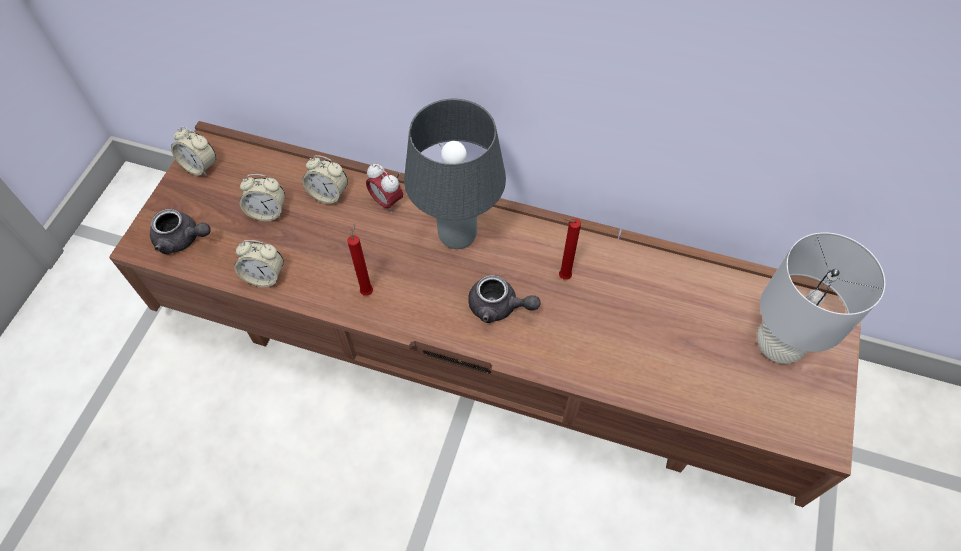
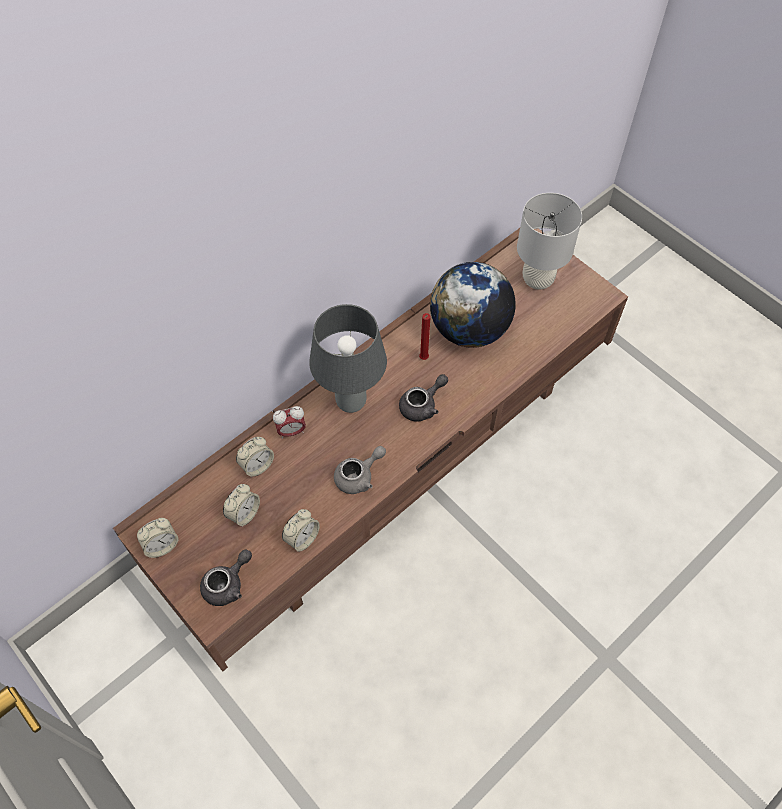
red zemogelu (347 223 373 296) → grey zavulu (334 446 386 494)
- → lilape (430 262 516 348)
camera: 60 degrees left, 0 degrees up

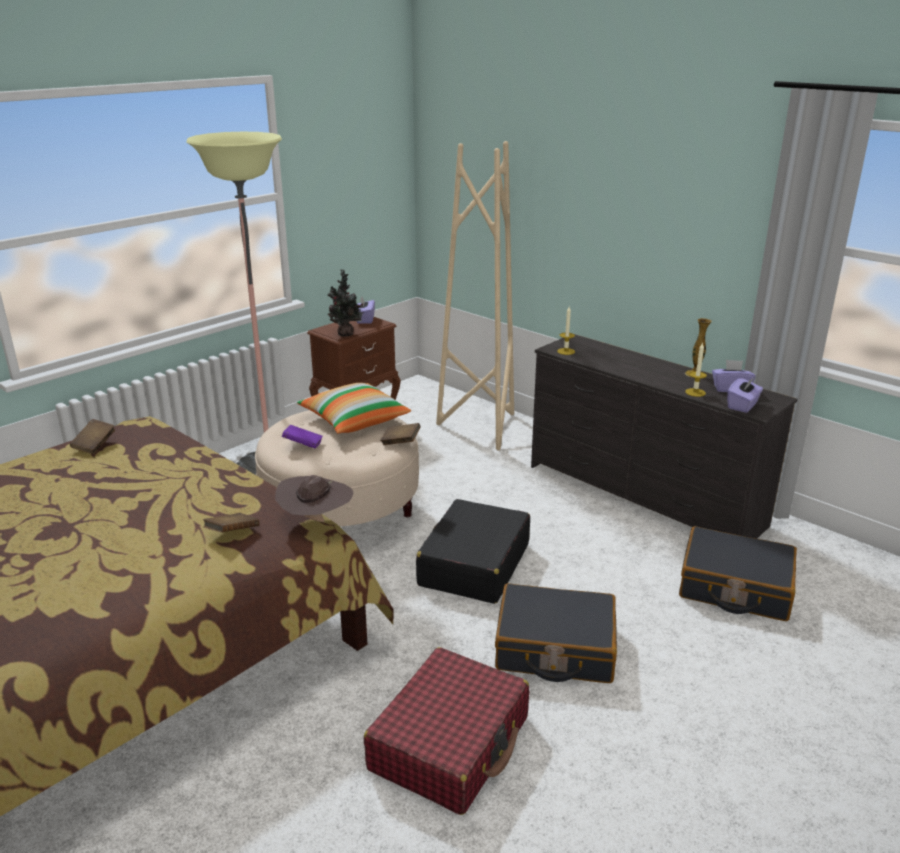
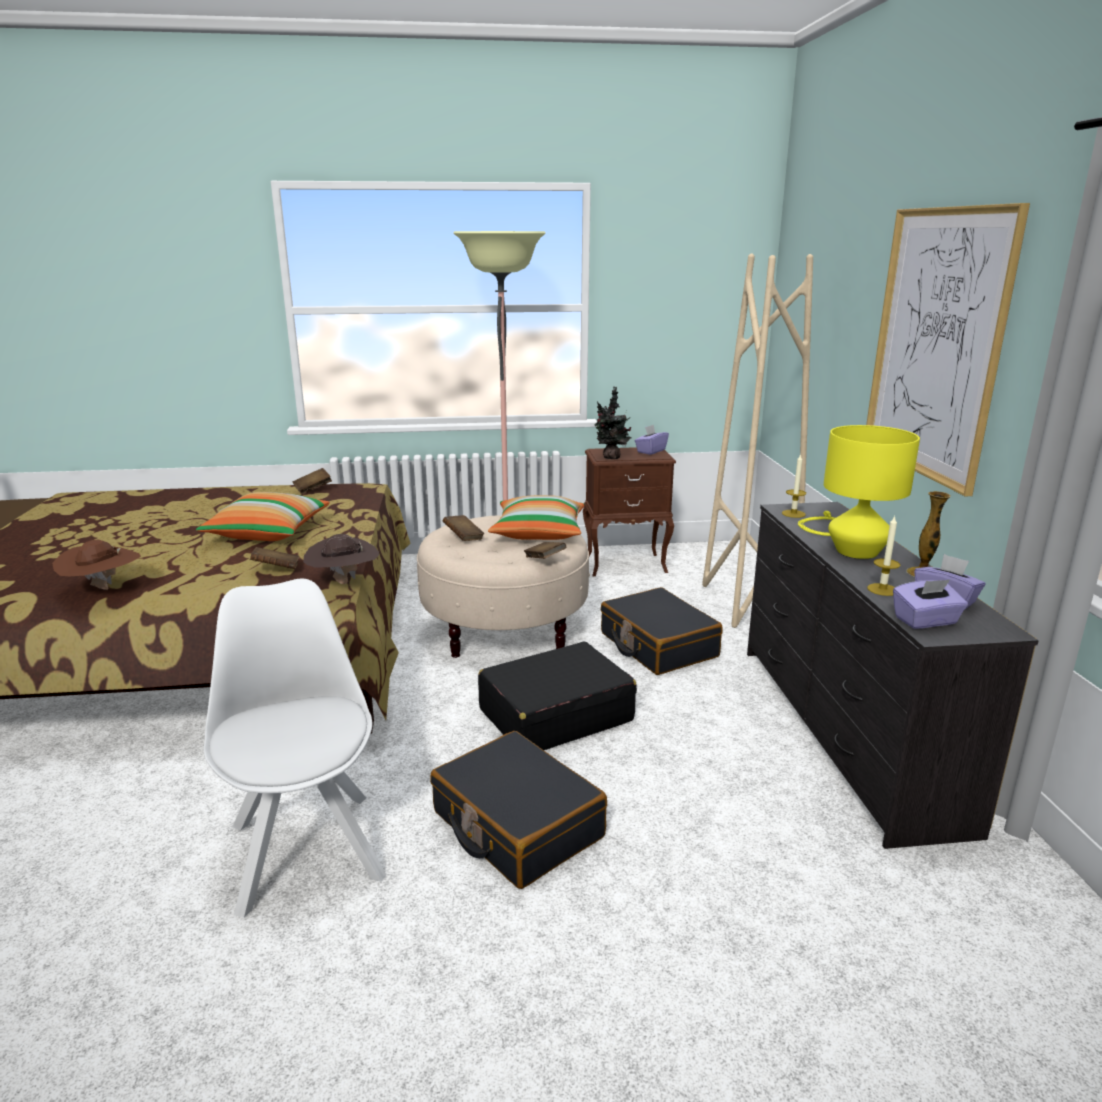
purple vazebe (282 425 323 448) → brown vazebe (443 515 484 541)
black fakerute (679 526 797 621) → black fakerute (601 587 723 675), shifted
red fakerute (364 647 529 815) → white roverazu (204 579 386 918)
- → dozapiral (866 203 1030 496)
- → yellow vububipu (798 425 920 559)
- → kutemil (196 492 330 541)
- → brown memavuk (52 539 141 590)
camera: 40 degrees right, 5 degrees down

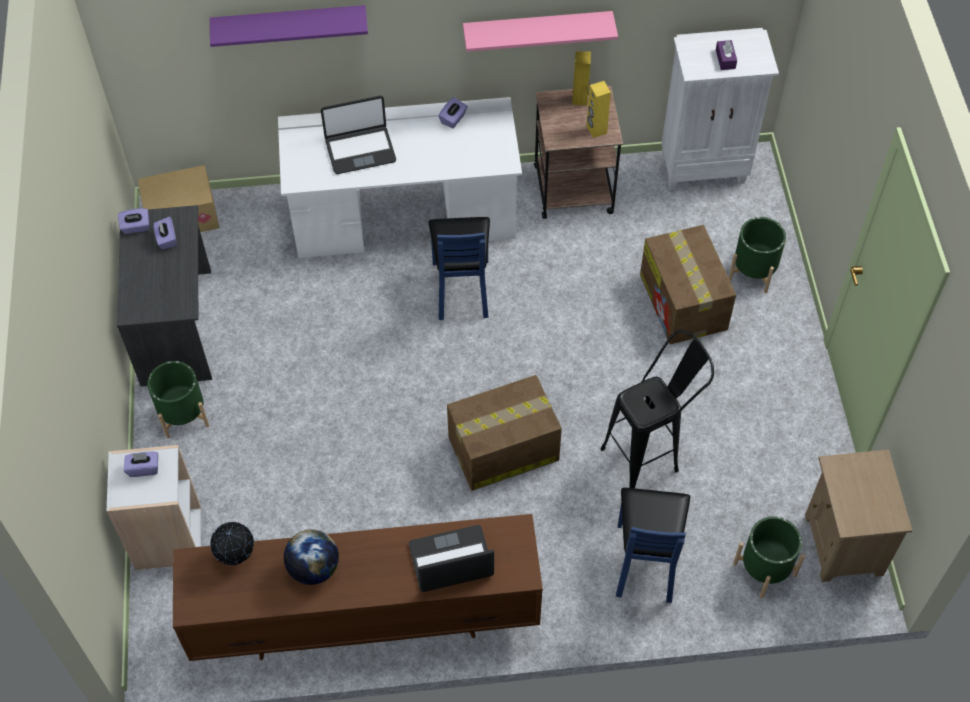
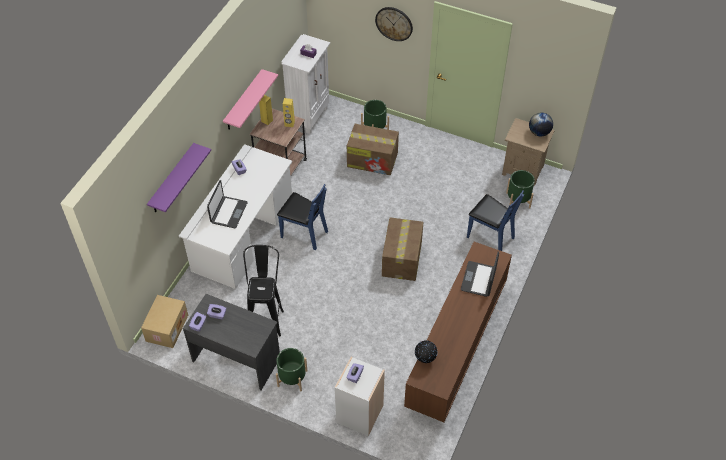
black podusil (601 330 714 488) → black podusil (243 245 284 337), shifted
lilape (284 529 339 585) → lilape (529 113 553 136), shifted
- → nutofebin (375 7 413 41)
camera: 60 degrees left, 5 degrees down

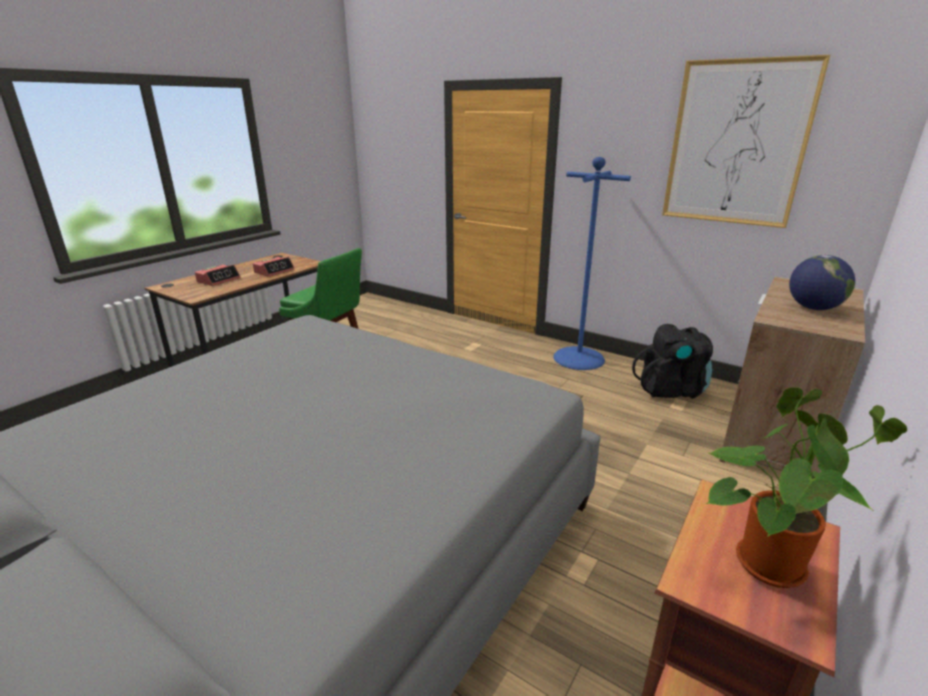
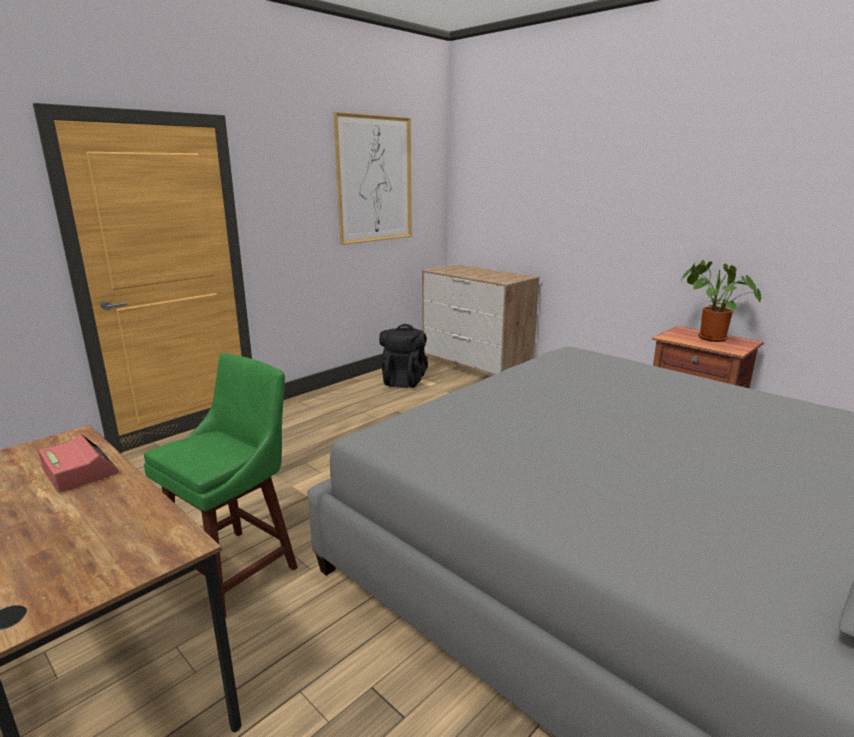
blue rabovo (553 157 631 370) → -
lilape (789 255 855 310) → -
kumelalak (195 265 240 286) → -
camera: 80 degrees left, 5 degrees down

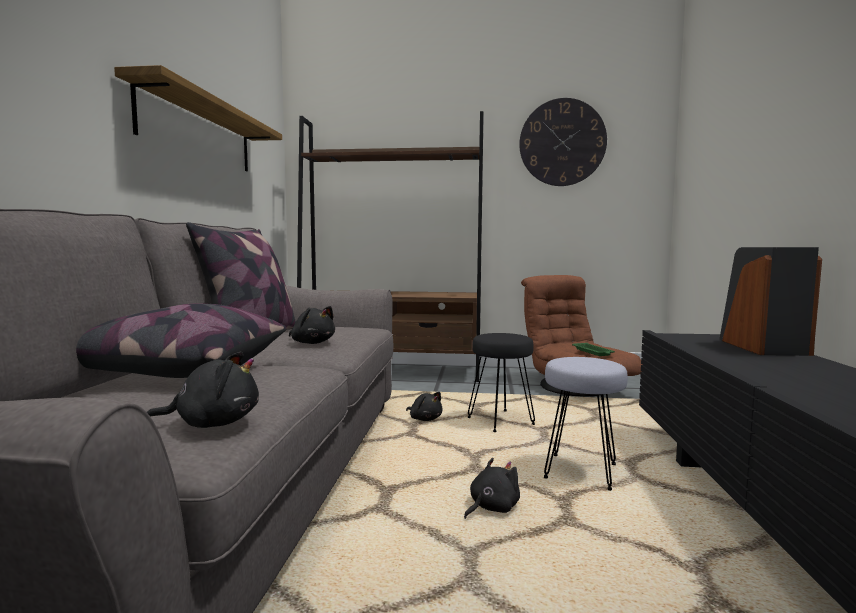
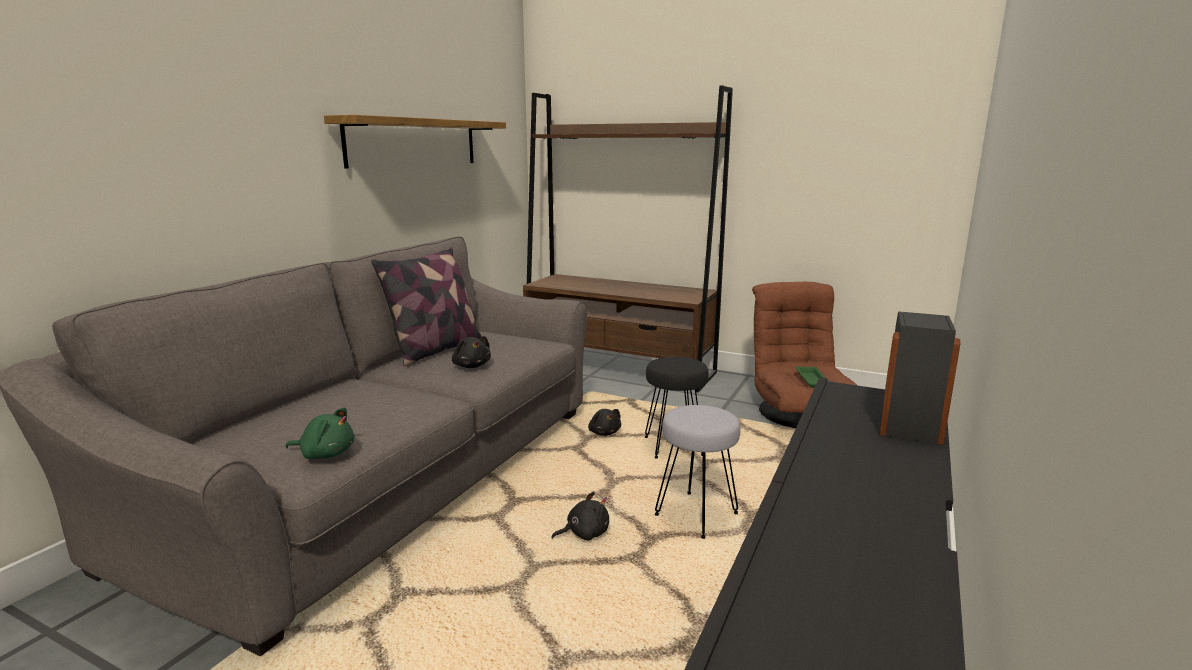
nutofebin (519 98 607 186) → -
kutemil (76 303 286 378) → -
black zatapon (147 351 259 428) → green zatapon (285 407 354 459)
camera: 20 degrees right, 10 degrees up

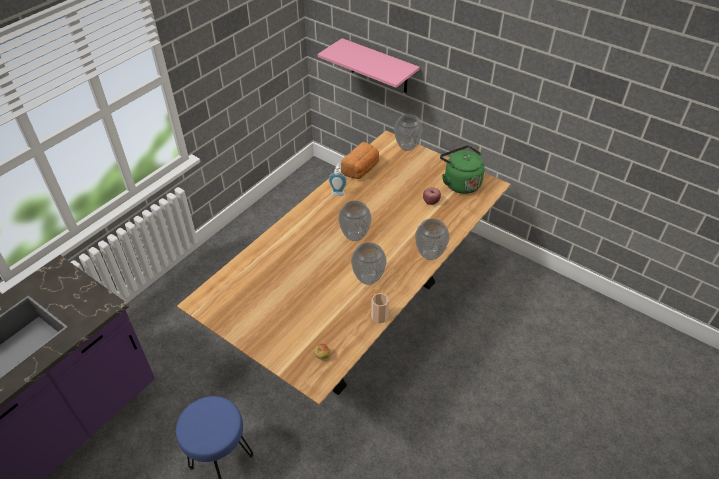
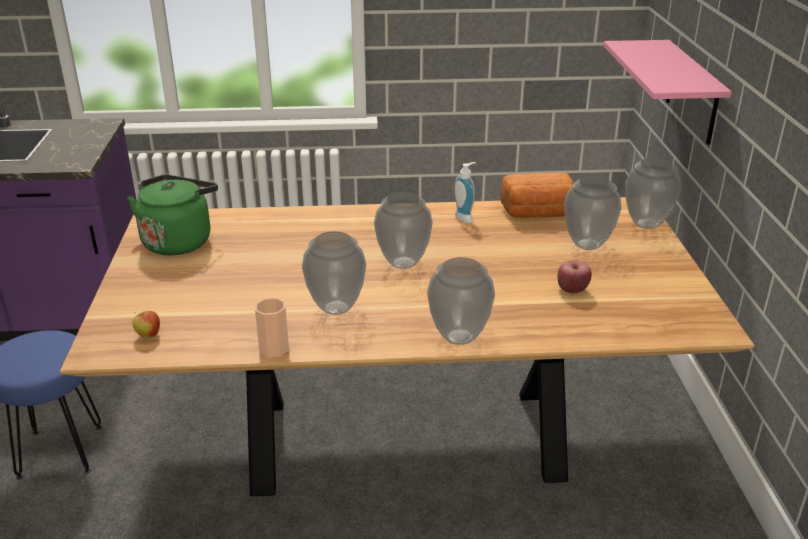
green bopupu (440 145 485 194) → green bopupu (127 175 218 255), shifted
- → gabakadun (564 176 622 250)
camera: 50 degrees right, 15 degrees down

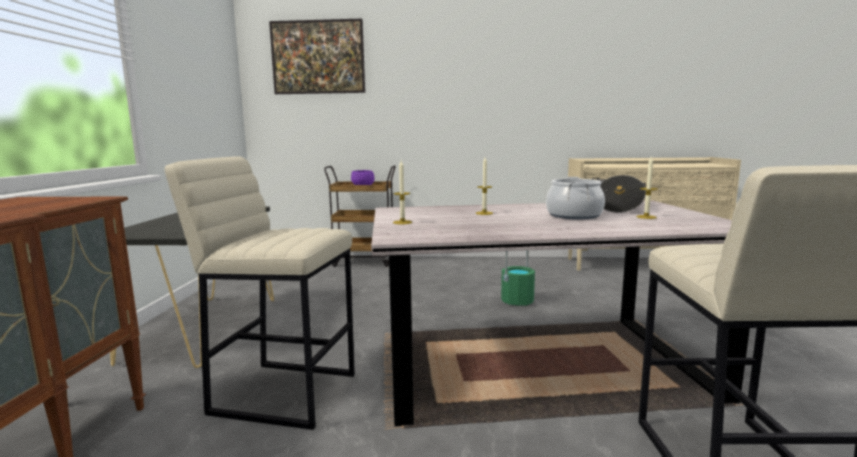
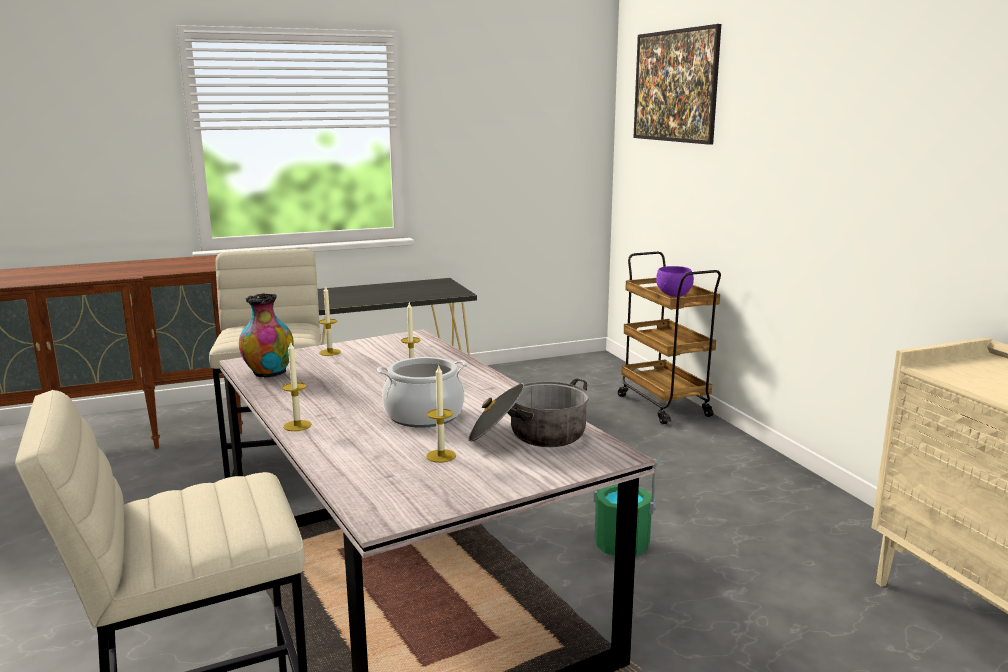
- → gabakadun (239 294 294 378)
- → zemogelu (282 341 311 431)
camera: 65 degrees right, 5 degrees up

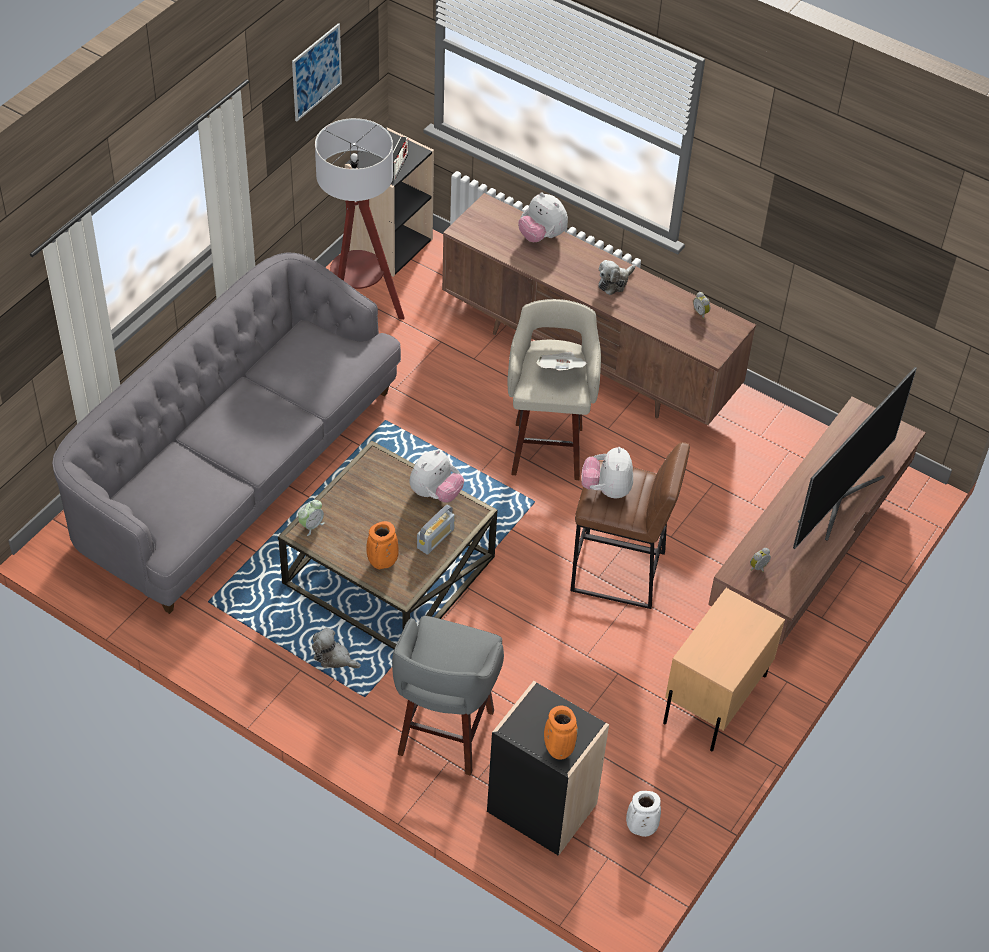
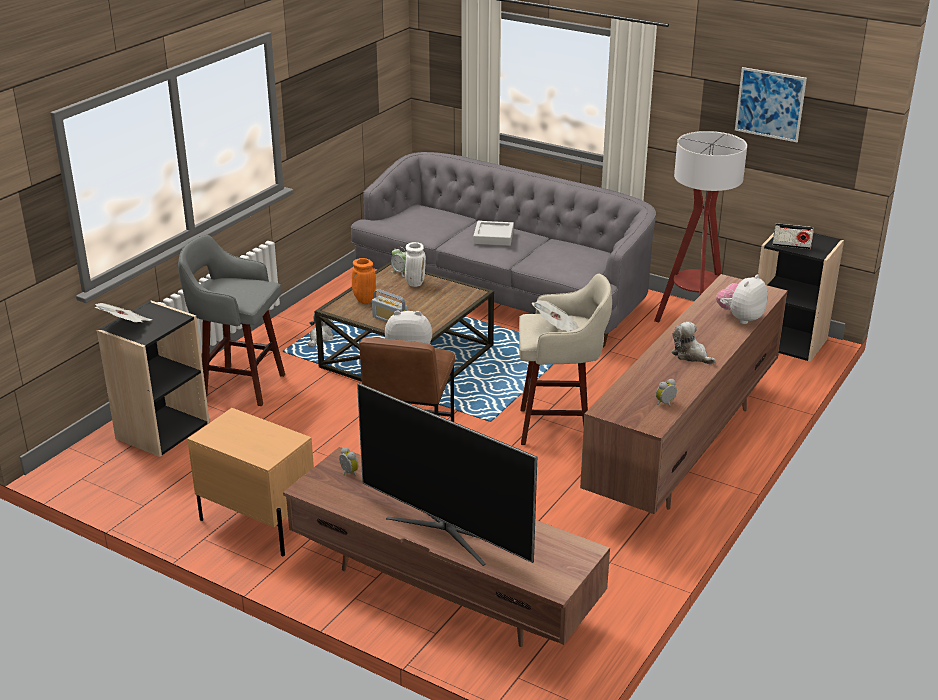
zatapon (410 450 464 503) → -
orange gabakadun (544 706 578 760) → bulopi (95 303 152 323)
white gabakadun (626 791 661 837) → white gabakadun (405 242 426 287), shifted
- → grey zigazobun (473 221 514 246)
camera: 90 degrees right, 20 degrees down

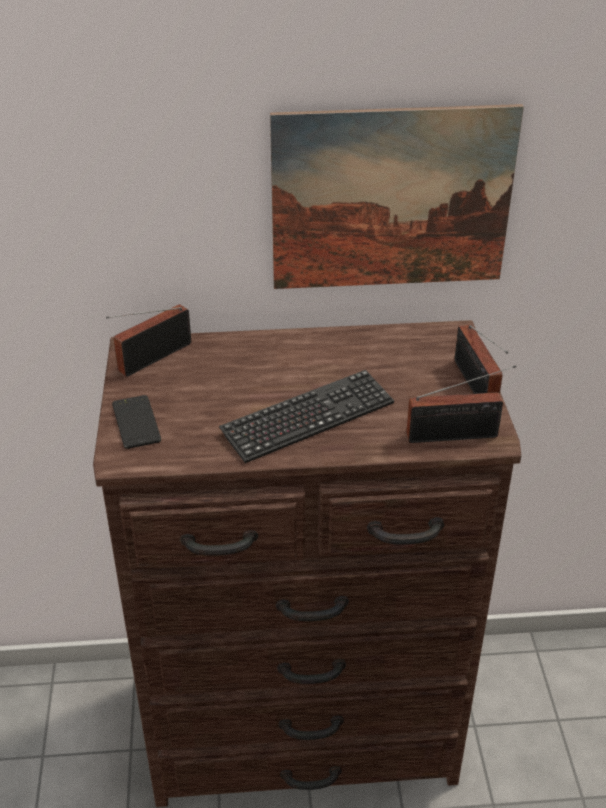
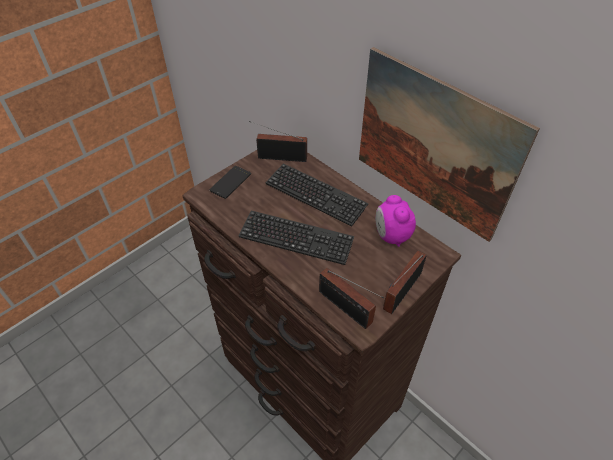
- → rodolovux (265 163 368 227)
- → kumelalak (375 195 416 247)
camera: 50 degrees right, 10 degrees up

